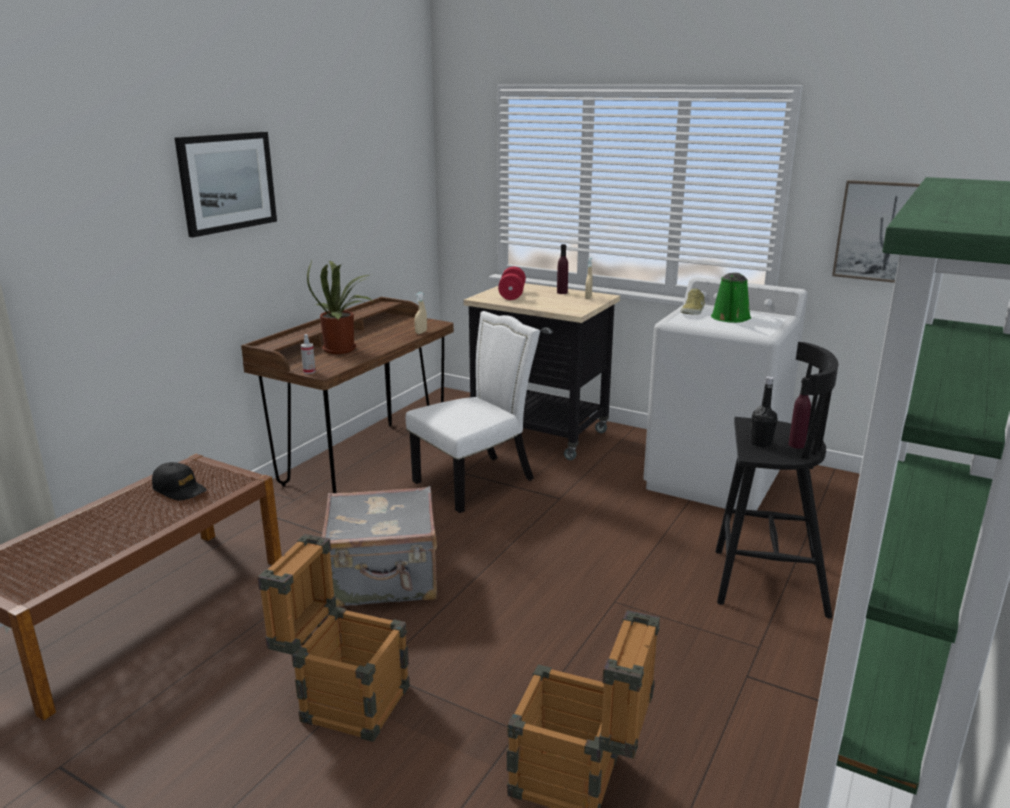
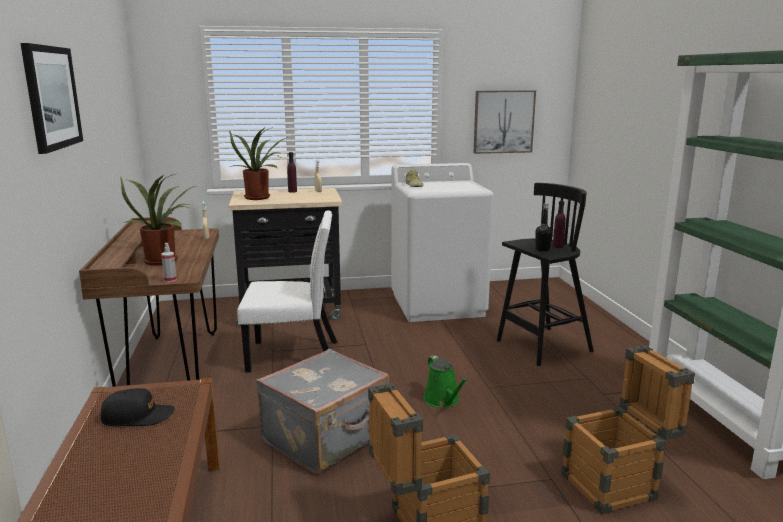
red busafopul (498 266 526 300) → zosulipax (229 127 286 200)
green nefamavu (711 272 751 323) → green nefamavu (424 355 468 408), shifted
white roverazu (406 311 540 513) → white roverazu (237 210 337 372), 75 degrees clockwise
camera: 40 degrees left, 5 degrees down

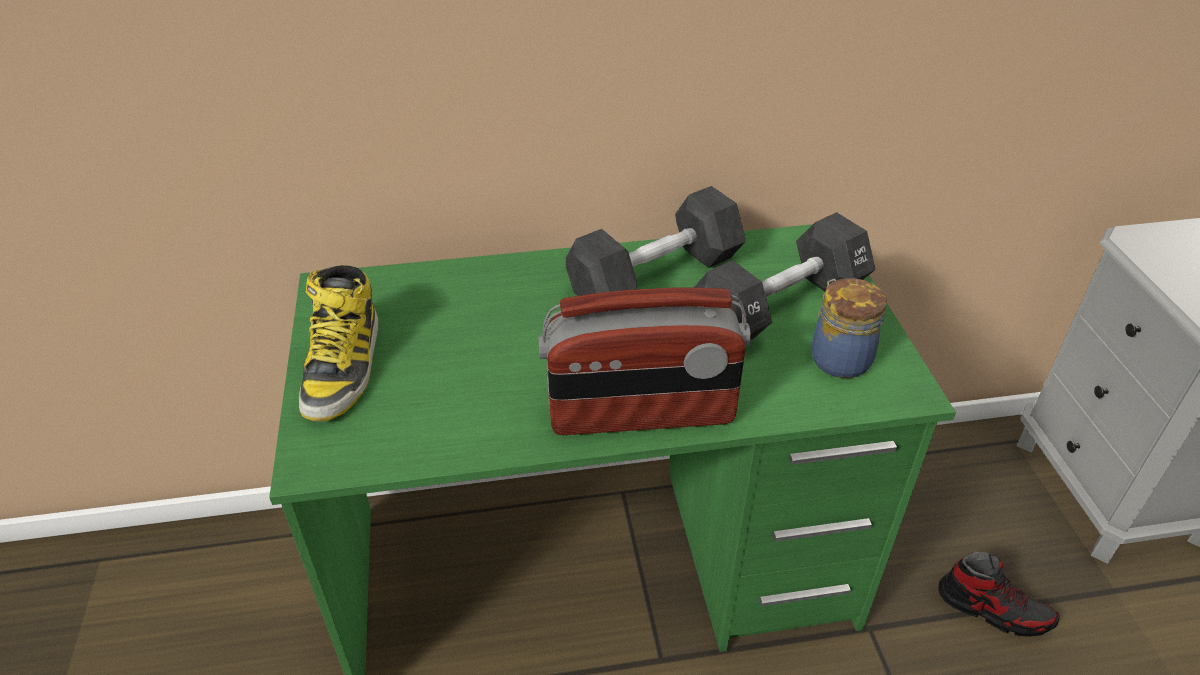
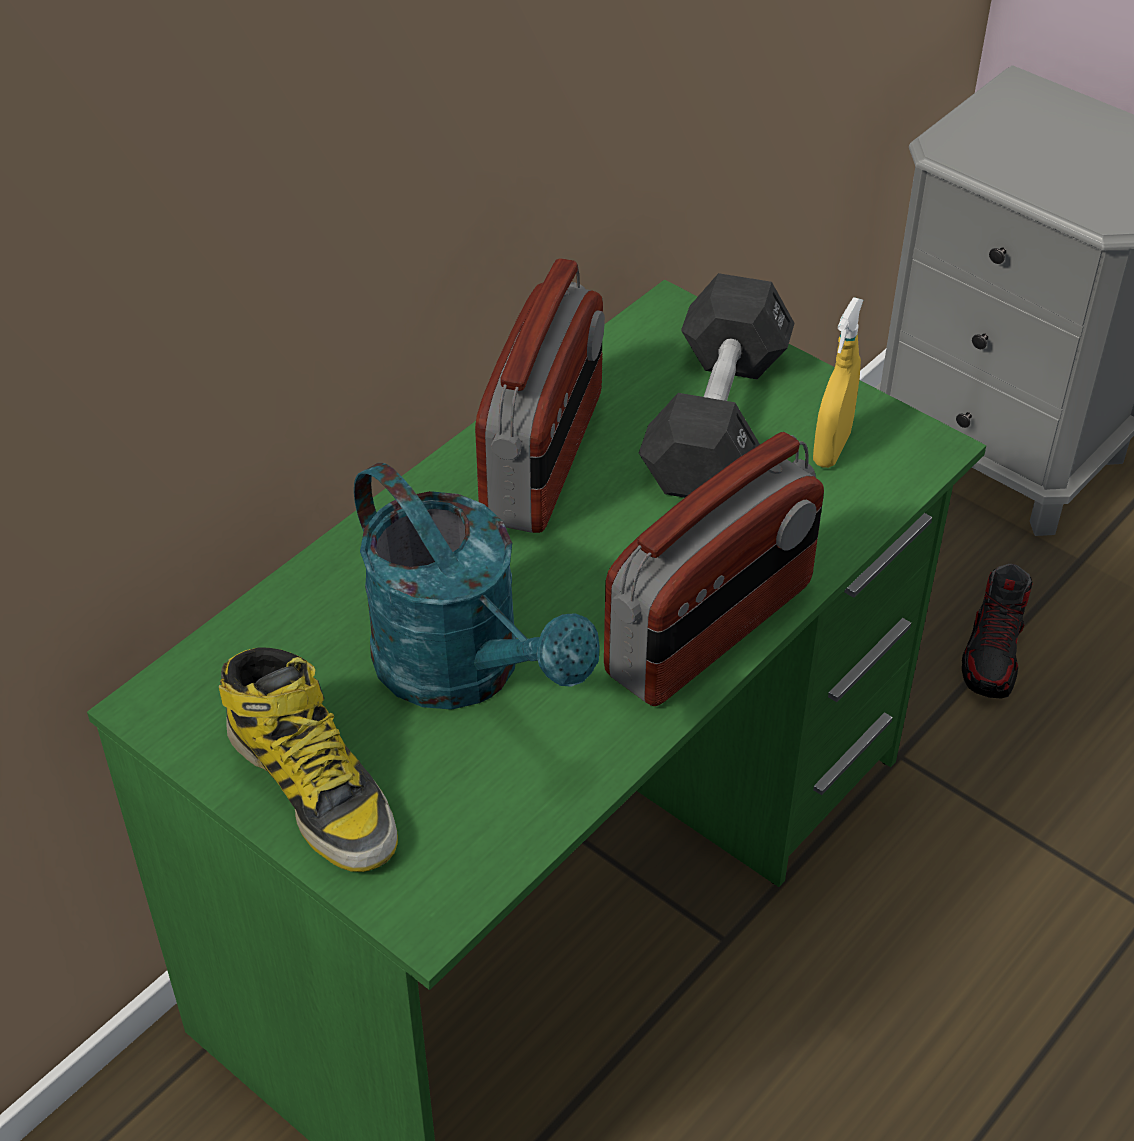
black busafopul (566 186 746 296) → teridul (475 258 605 533)
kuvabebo (811 278 887 378) → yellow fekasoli (813 297 863 468)
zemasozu (938 552 1059 637) → zemasozu (962 564 1032 699), 120 degrees clockwise
- → turquoise nefamavu (354 463 600 710)
camera: 40 degrees left, 5 degrees up

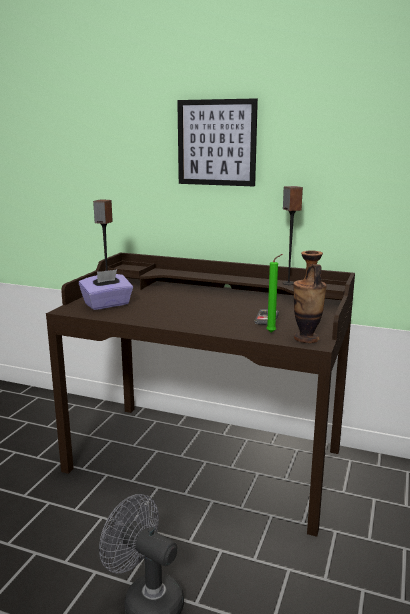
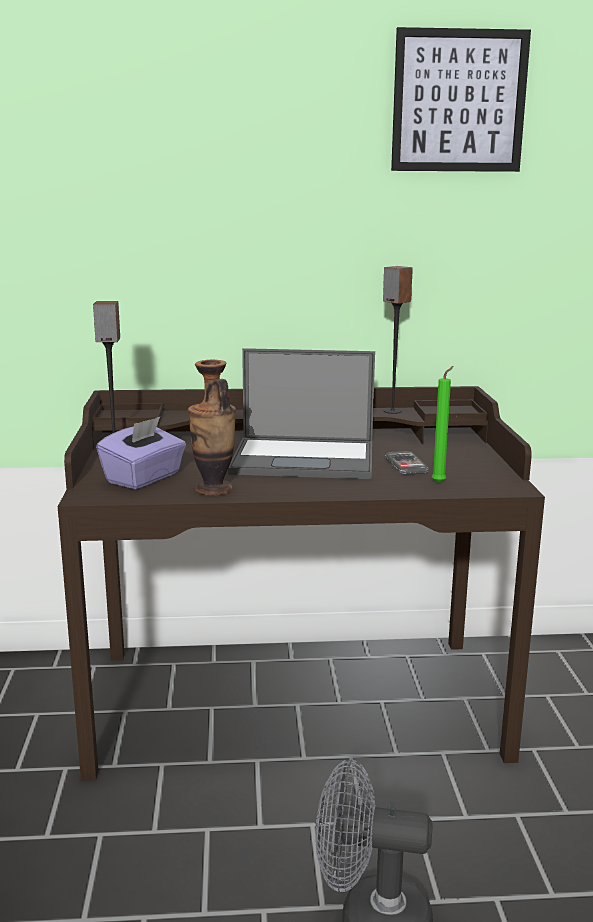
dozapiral (177 98 258 186) → dozapiral (391 27 531 172), shifted
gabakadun (293 250 327 343) → gabakadun (188 360 236 496), shifted
- → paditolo (228 348 375 479)
camera: 25 degrees left, 0 degrees up

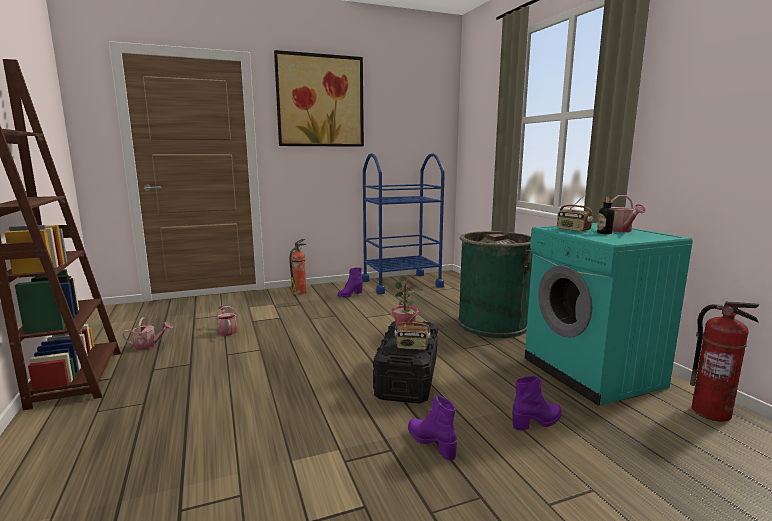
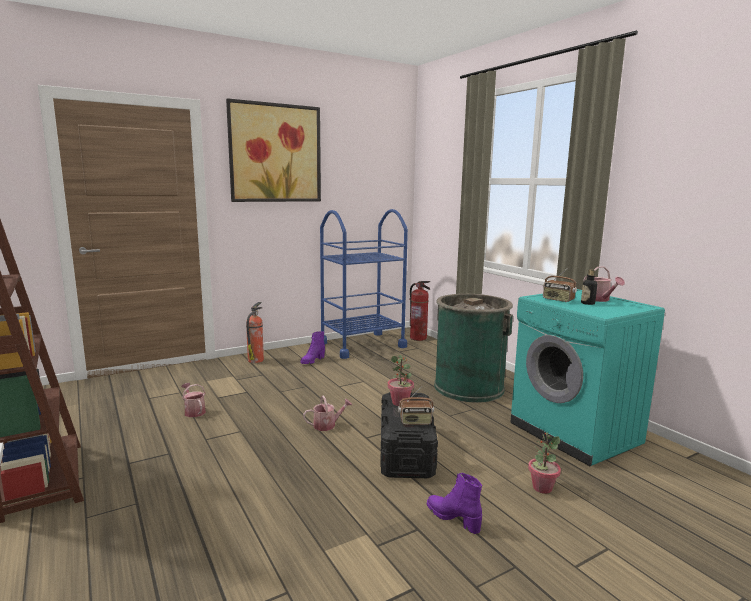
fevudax (690 301 759 422) → fevudax (410 281 430 341), shifted
nefamavu (122 317 173 351) → nefamavu (303 395 352 431), shifted
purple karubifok (512 376 562 430) → zosulipax (528 433 561 494)
camera: 10 degrees left, 0 degrees up

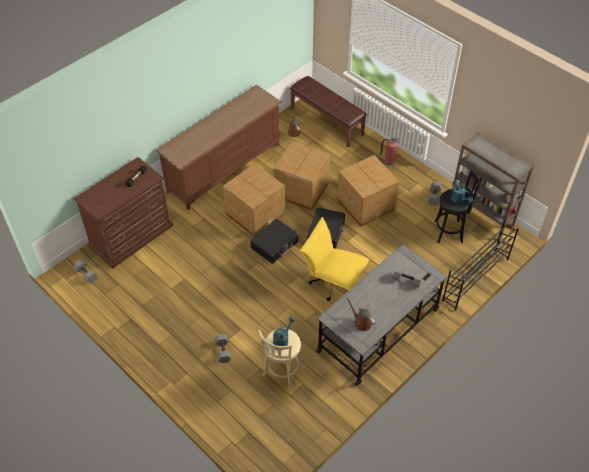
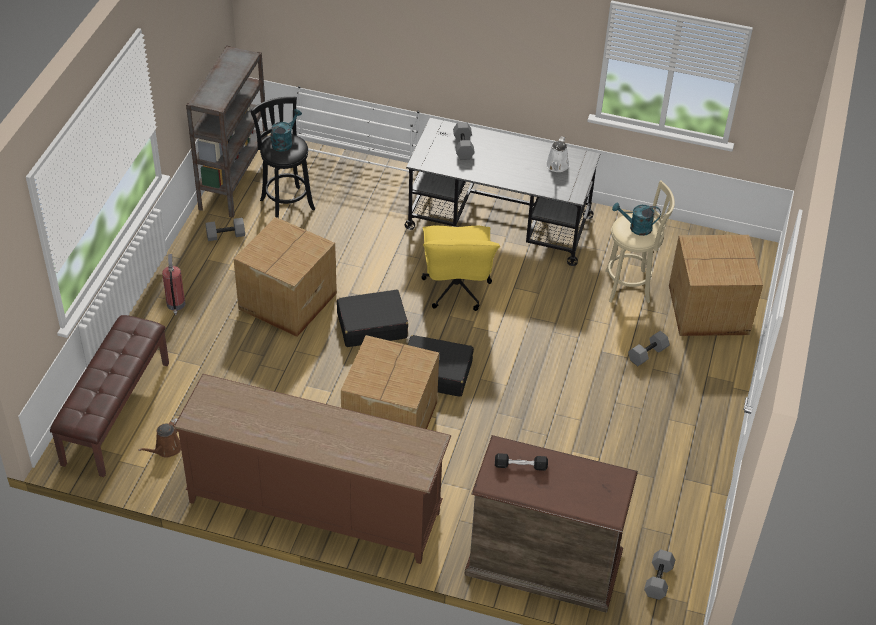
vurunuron (273 141 331 211) → vurunuron (669 235 763 336), shifted
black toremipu (442 219 519 311) → white toremipu (291 86 419 174)
brown nefamavu (346 296 375 331) → white nefamavu (546 136 570 172)
camera: 120 degrees left, 5 degrees down

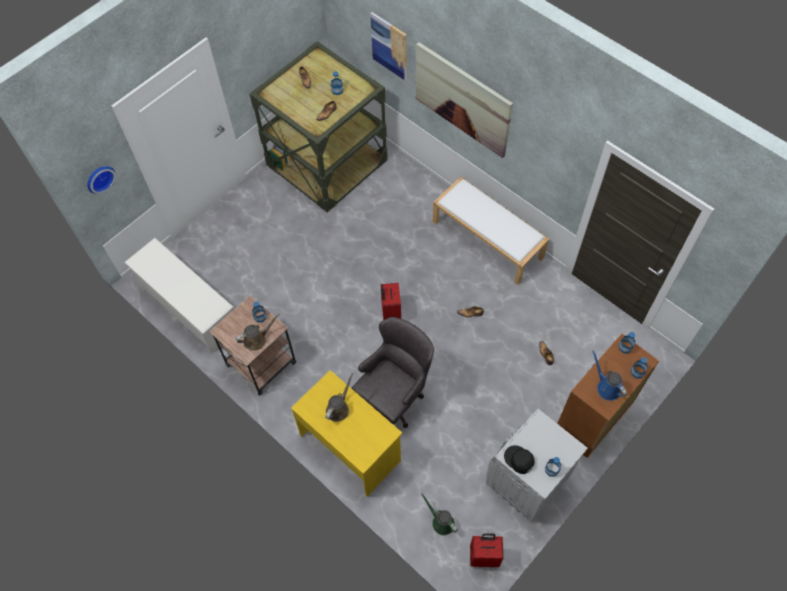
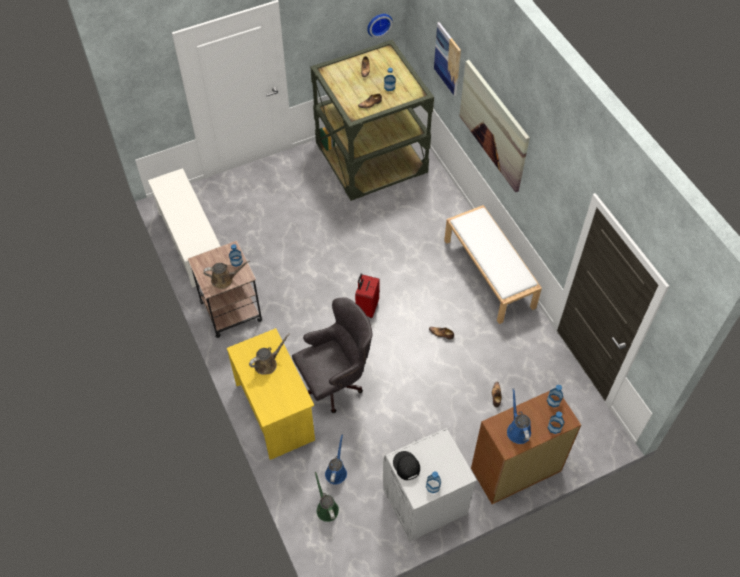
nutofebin (87 166 116 194) → nutofebin (367 14 393 38), shifted
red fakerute (470 533 503 567) → -
- → blue nefamavu (325 434 347 485)
camera: 20 degrees right, 5 degrees down

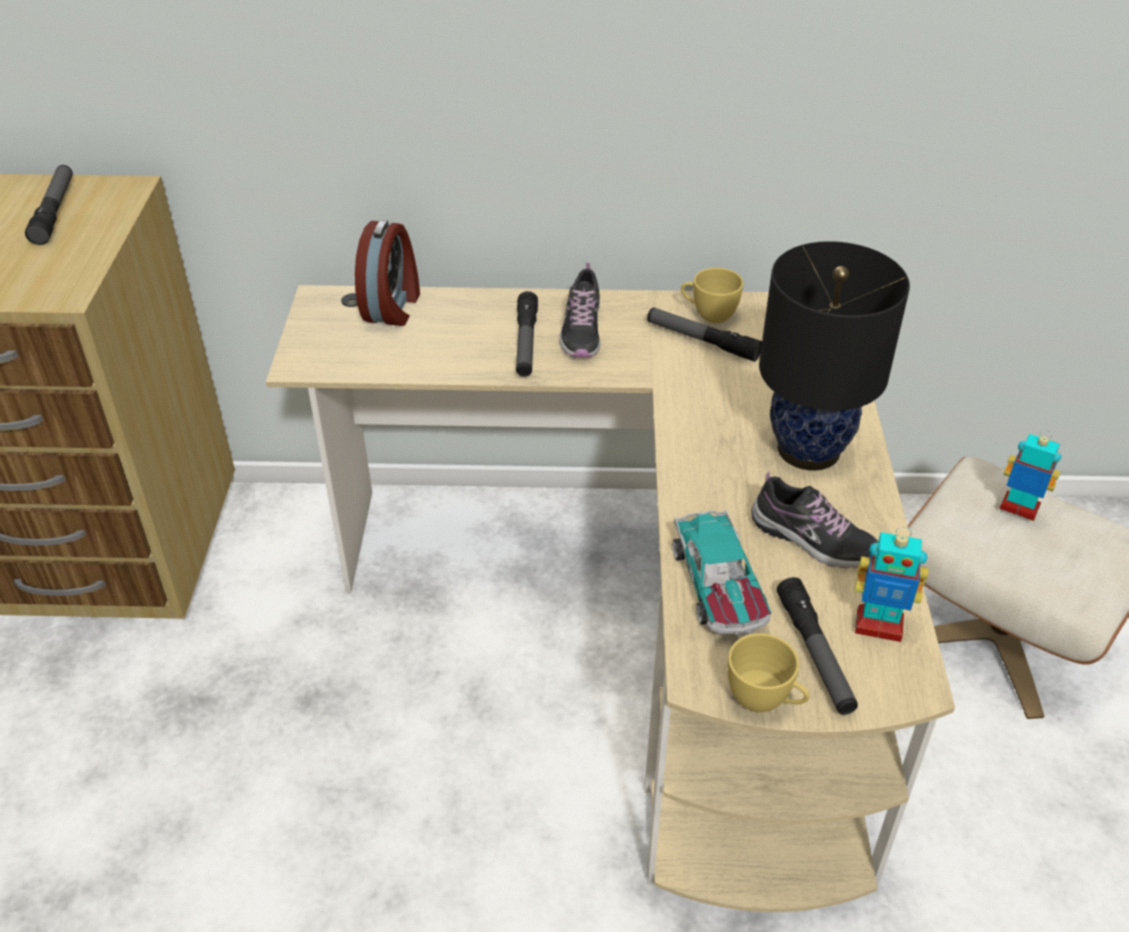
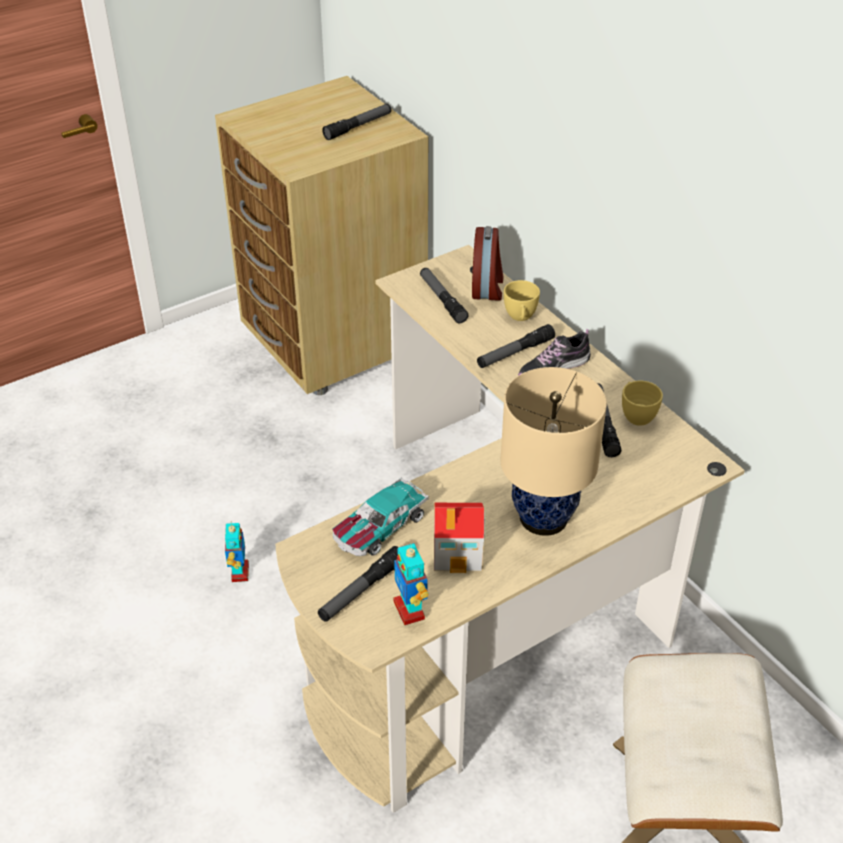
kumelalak (355 220 420 326) → kumelalak (472 226 503 301), 60 degrees counterclockwise
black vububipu (759 241 910 471) → beige vububipu (501 367 607 536)
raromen (1000 430 1061 521) → raromen (225 521 249 582), shifted
zemasozu (751 471 878 568) → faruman (434 503 485 573)
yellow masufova (728 633 810 712) → yellow masufova (504 280 540 321), shifted
- → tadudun (420 268 469 324)
camera: 55 degrees right, 0 degrees up

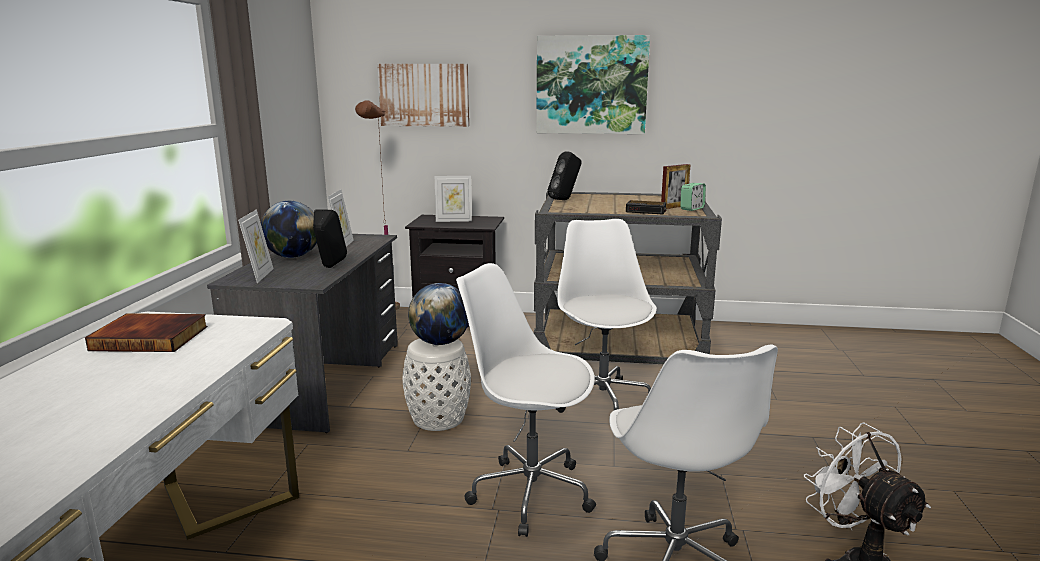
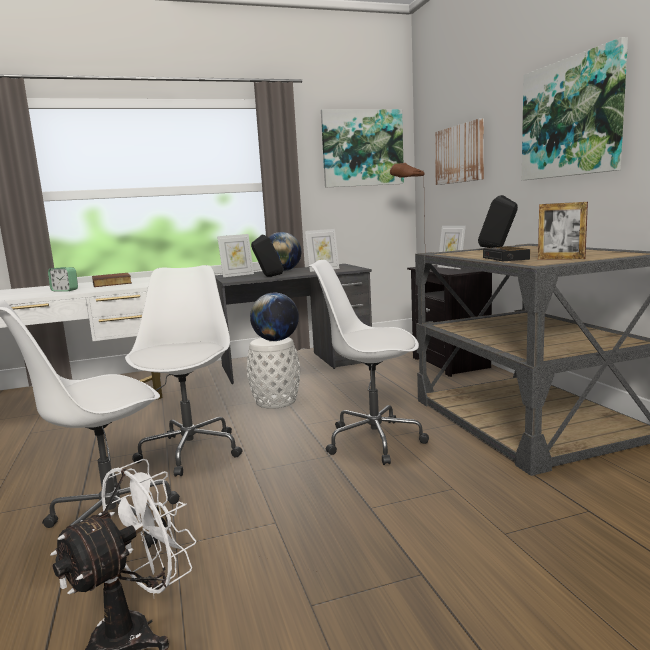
kumelalak (681 183 706 211) → kumelalak (48 267 78 292), shifted
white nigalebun (556 219 657 413) → white nigalebun (309 260 429 465), 135 degrees counterclockwise
- → dozapiral (321 109 404 187)
camera: 65 degrees right, 5 degrees down

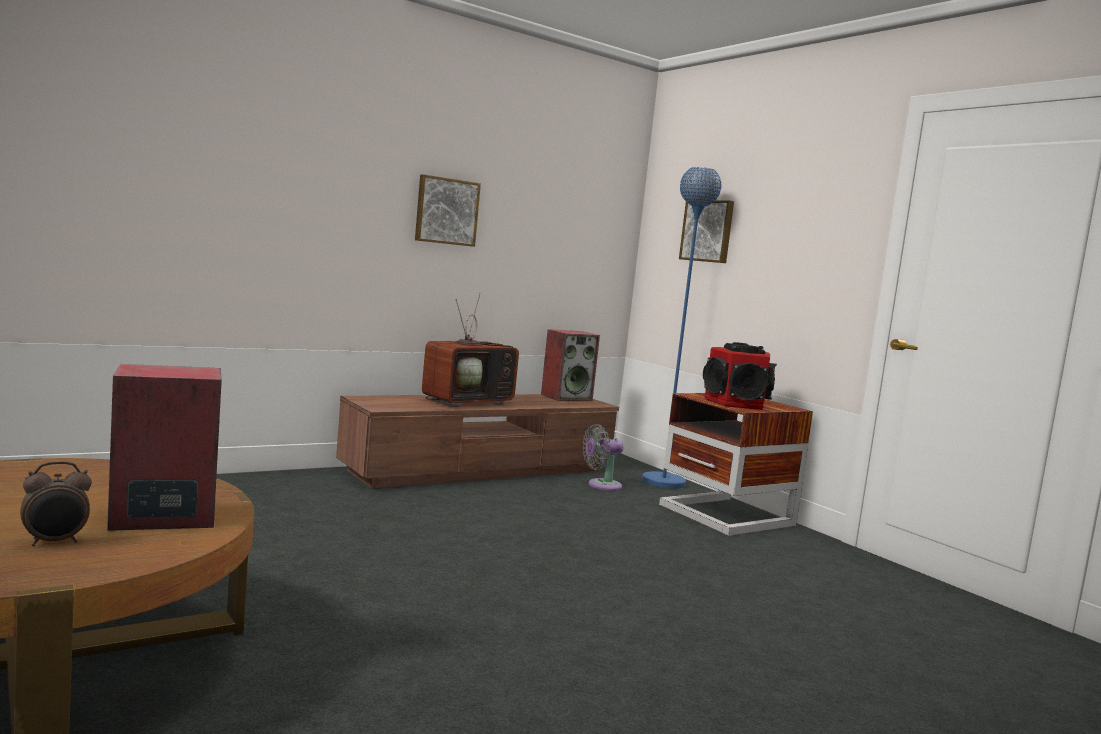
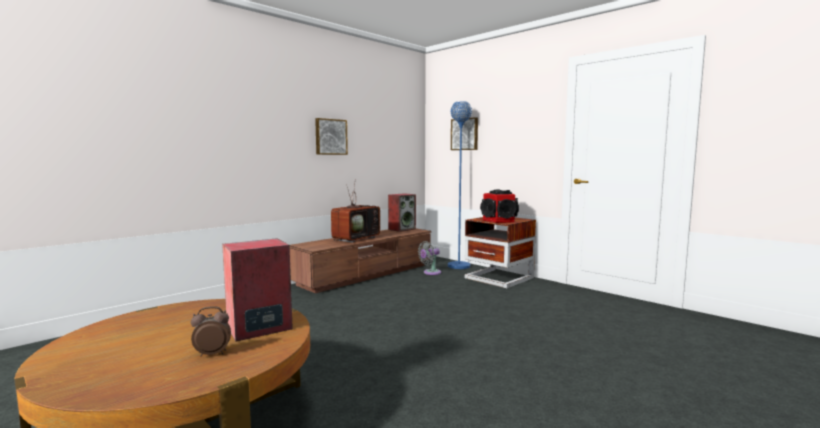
kumelalak (20 461 92 546) → kumelalak (191 306 231 357), 150 degrees counterclockwise
camera: 10 degrees left, 0 degrees up

